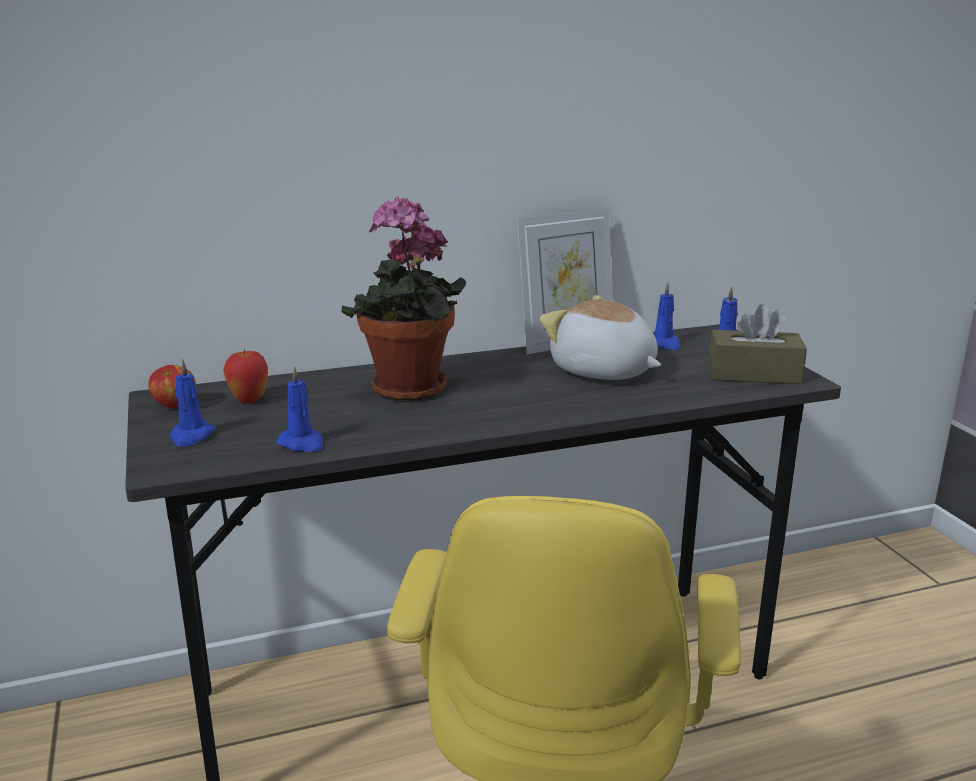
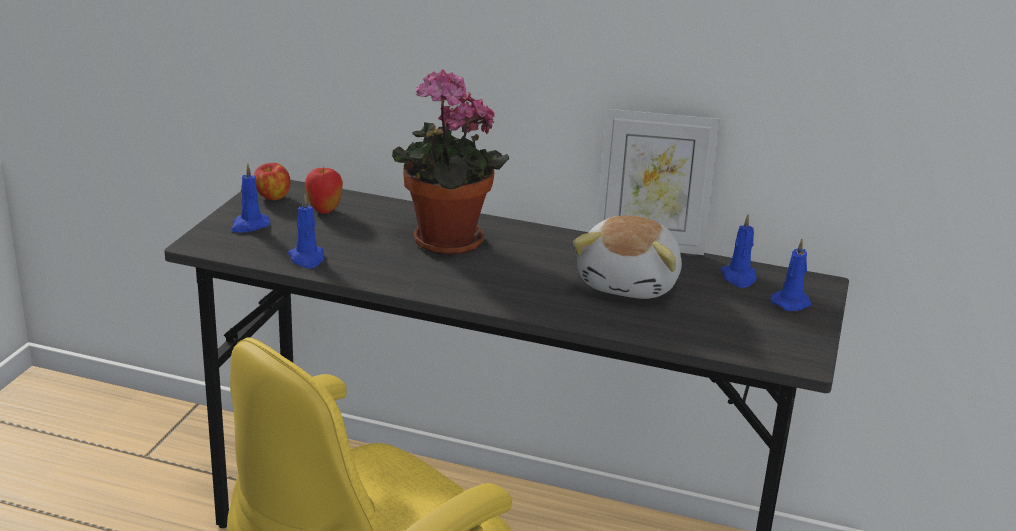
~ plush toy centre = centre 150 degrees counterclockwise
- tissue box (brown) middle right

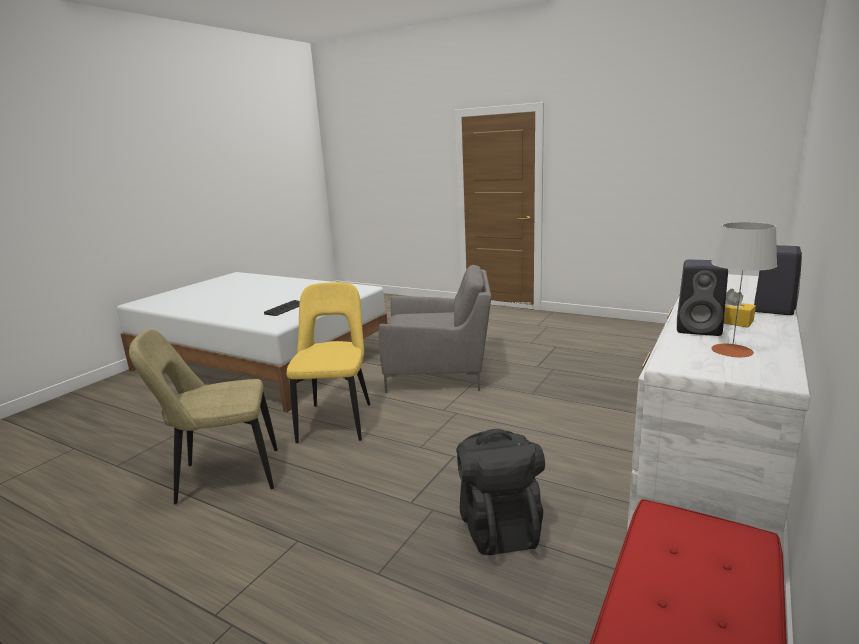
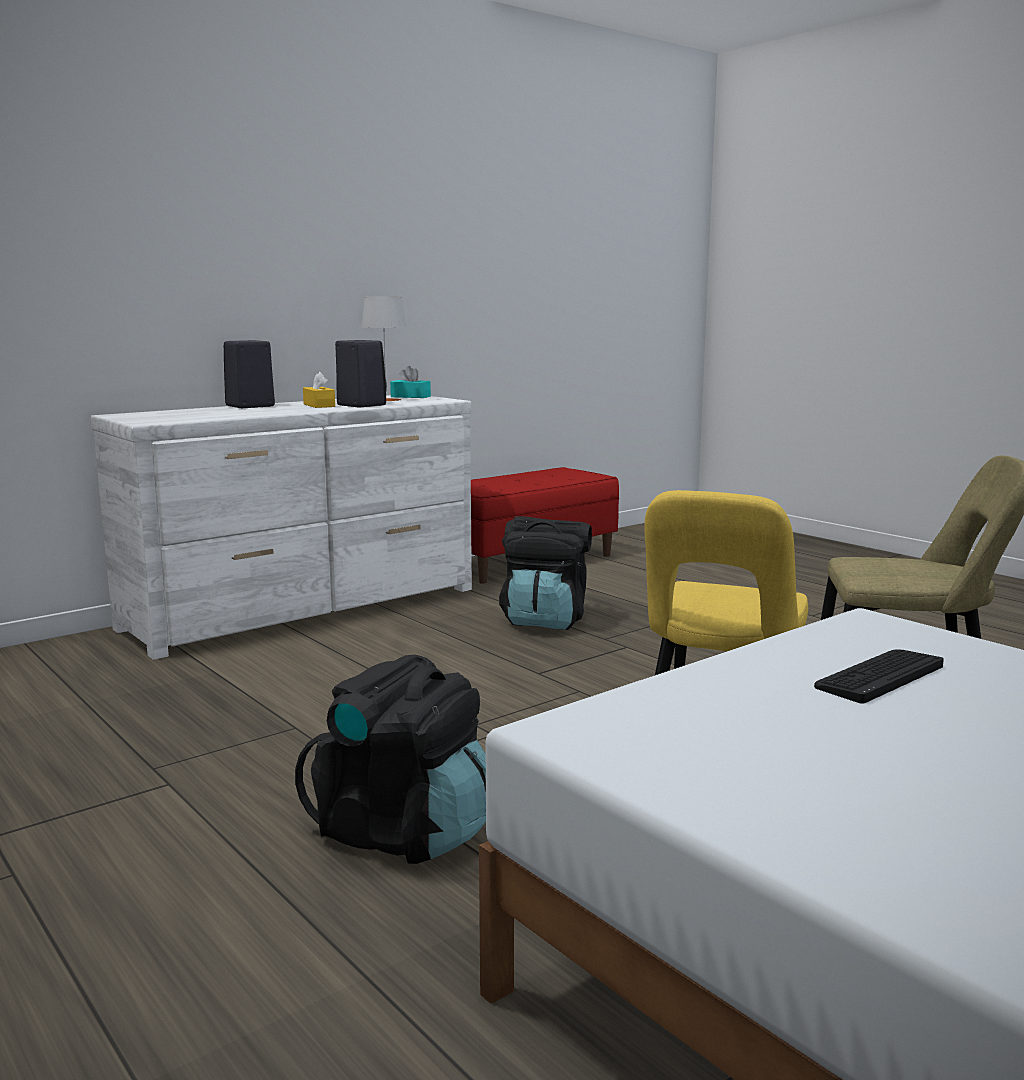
~ armchair (grey) centre to backpack (black) (no. 1 from left) bottom centre
+ tissue box (turquoise) centre

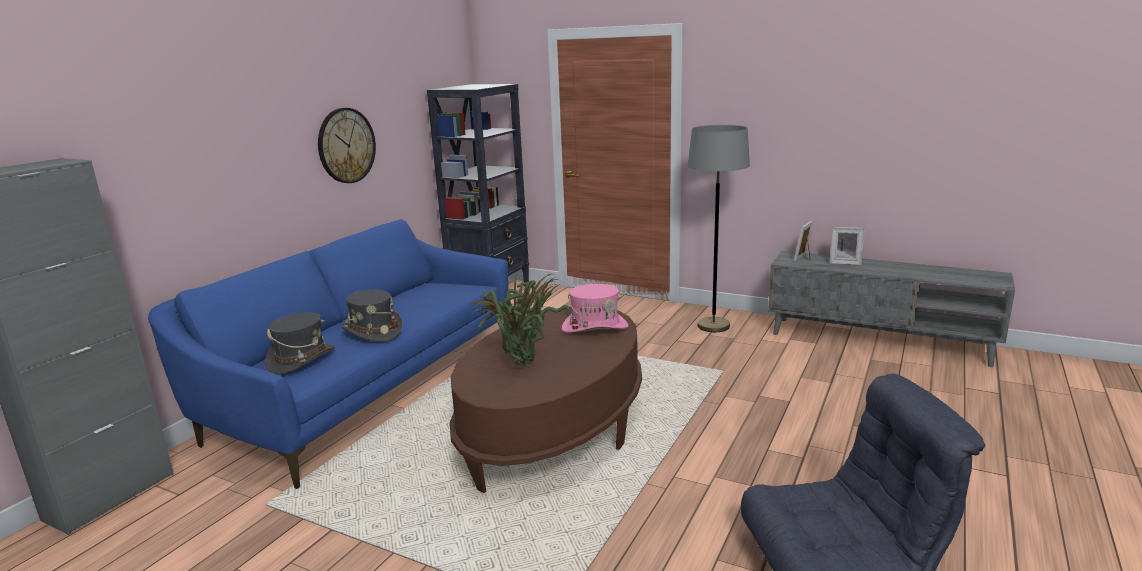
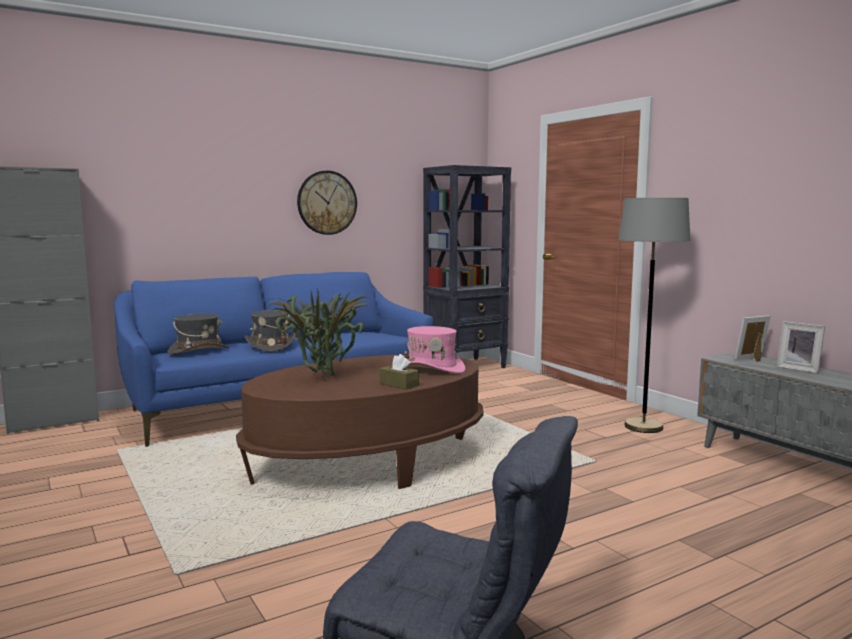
+ tissue box (brown) centre

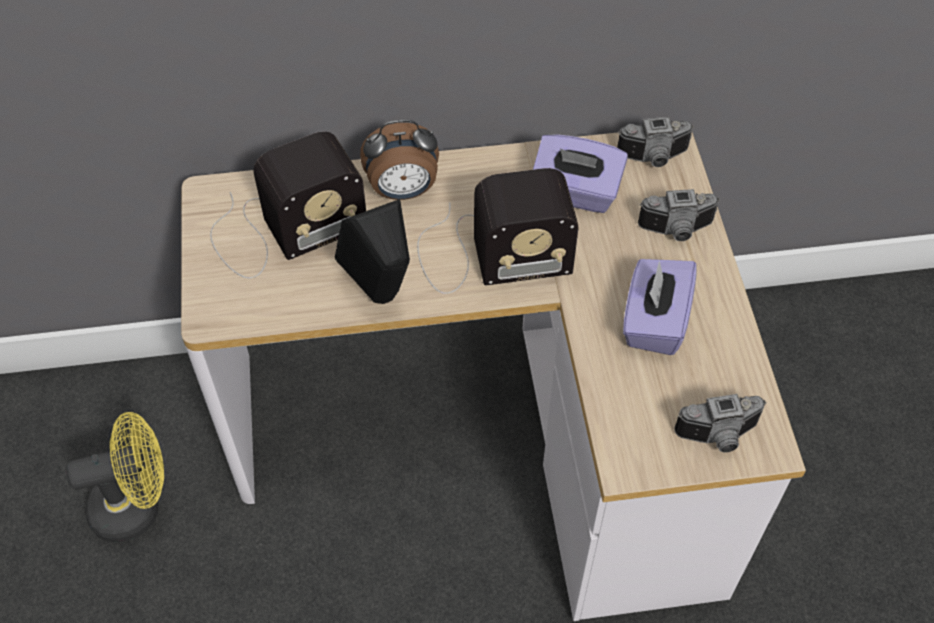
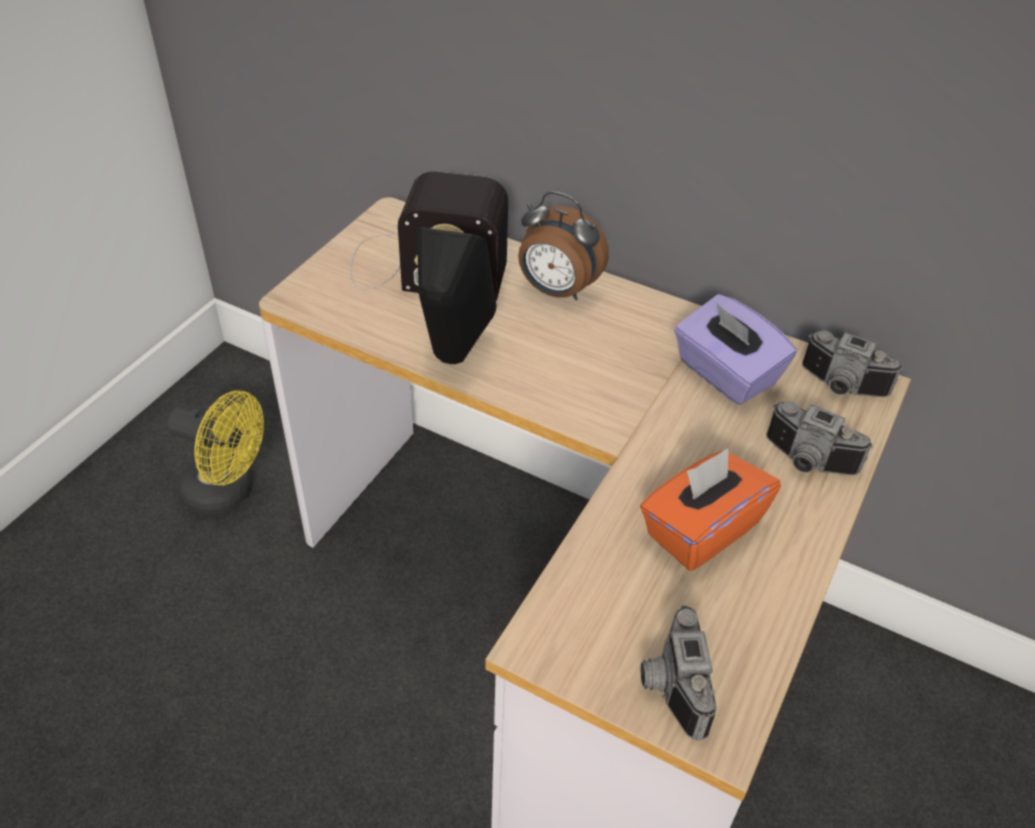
~ tissue box (purple) (no. 2 from left) middle right to tissue box (orange) middle right
~ photo camera (no. 3 from left in the first image) bottom right = bottom centre 60 degrees clockwise
- radio (no. 2 from left) centre

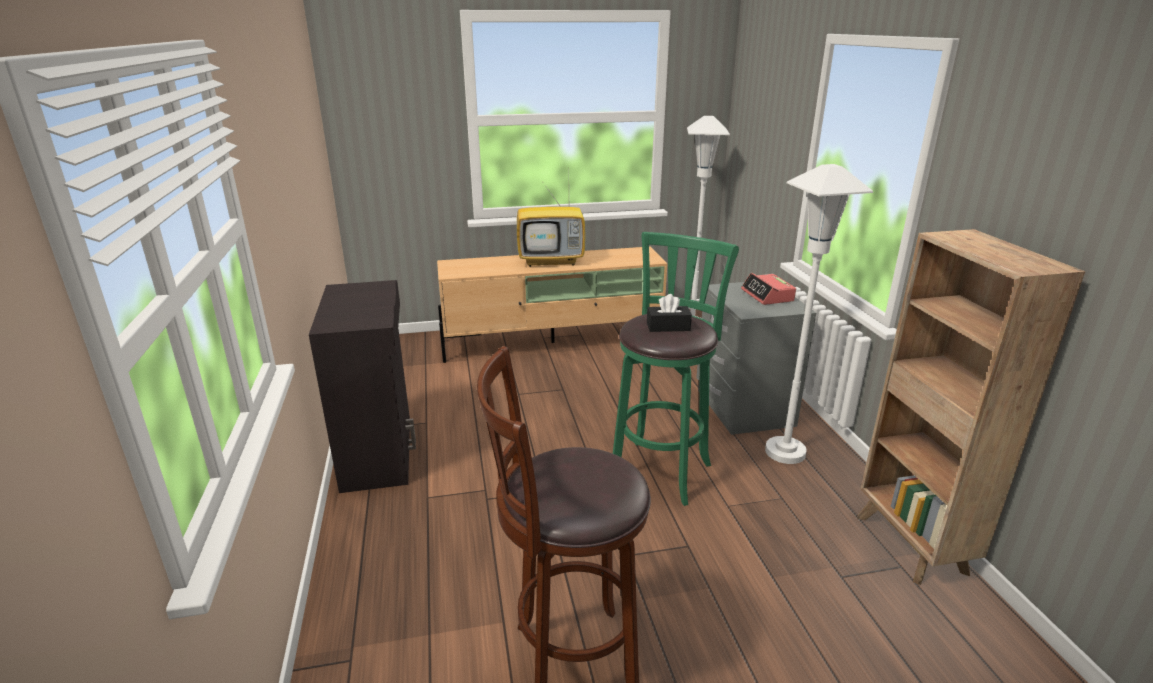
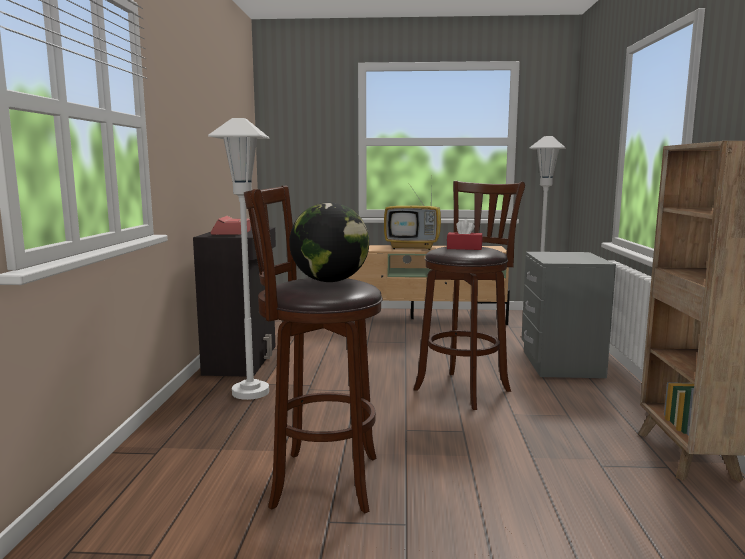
~ floor lamp (white) (no. 2 from left in the first image) middle right to floor lamp (white) (no. 1 from left) middle left
~ alarm clock centre to middle left
+ globe centre
~ stool (green) centre to stool (brown) (no. 2 from left) centre
~ tissue box (black) centre to tissue box (red) centre

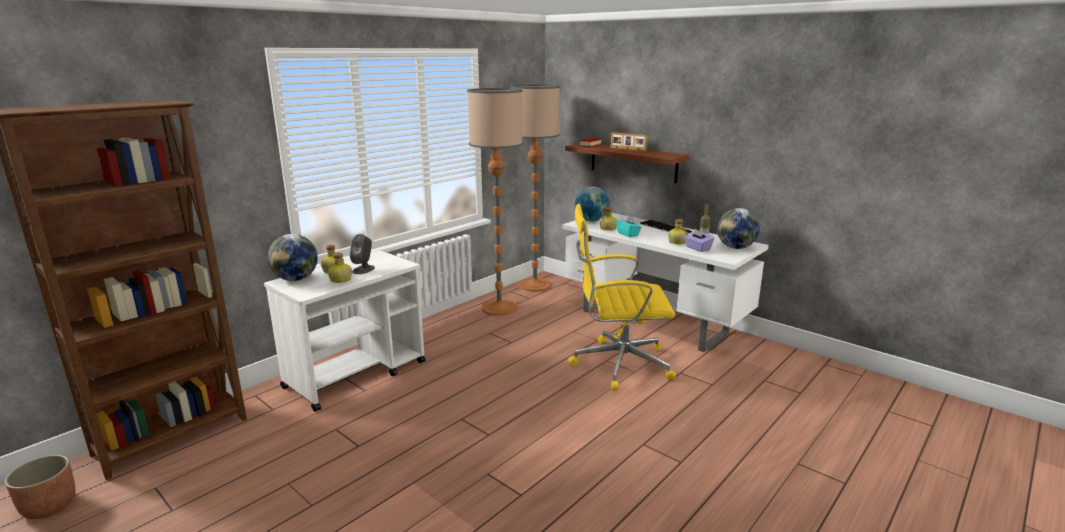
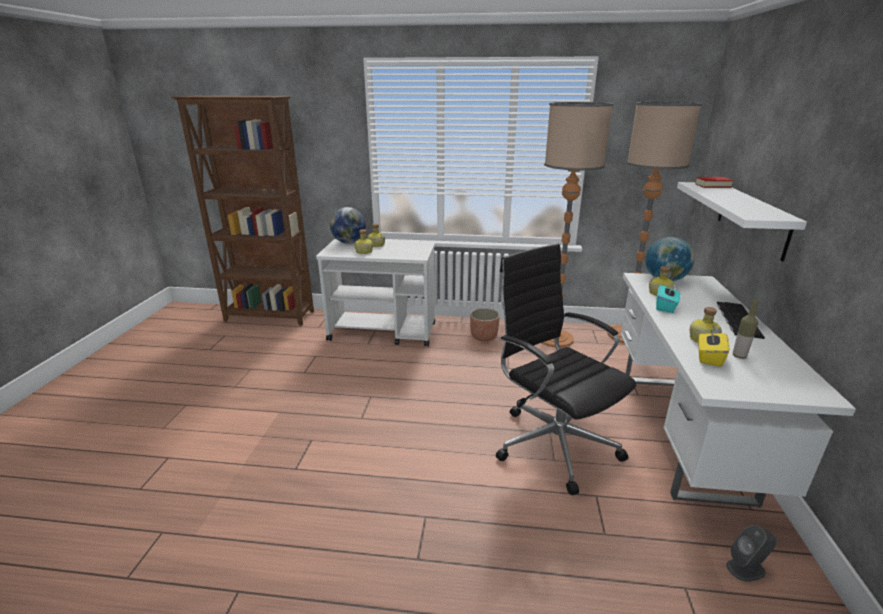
~ planter bottom left to centre
~ office chair (yellow) centre to office chair (black) centre
~ shelf (brown) top centre to shelf (white) middle right
~ tissue box (purple) centre to tissue box (yellow) middle right
~ speaker (grey) centre to bottom right
- picture frame top centre
- globe (no. 3 from left) middle right

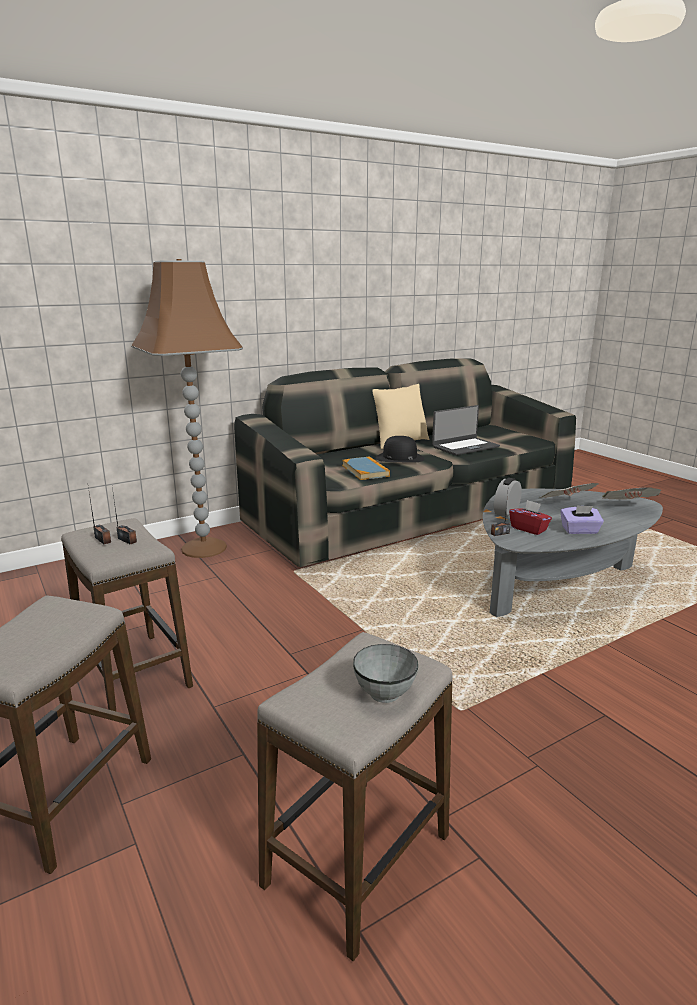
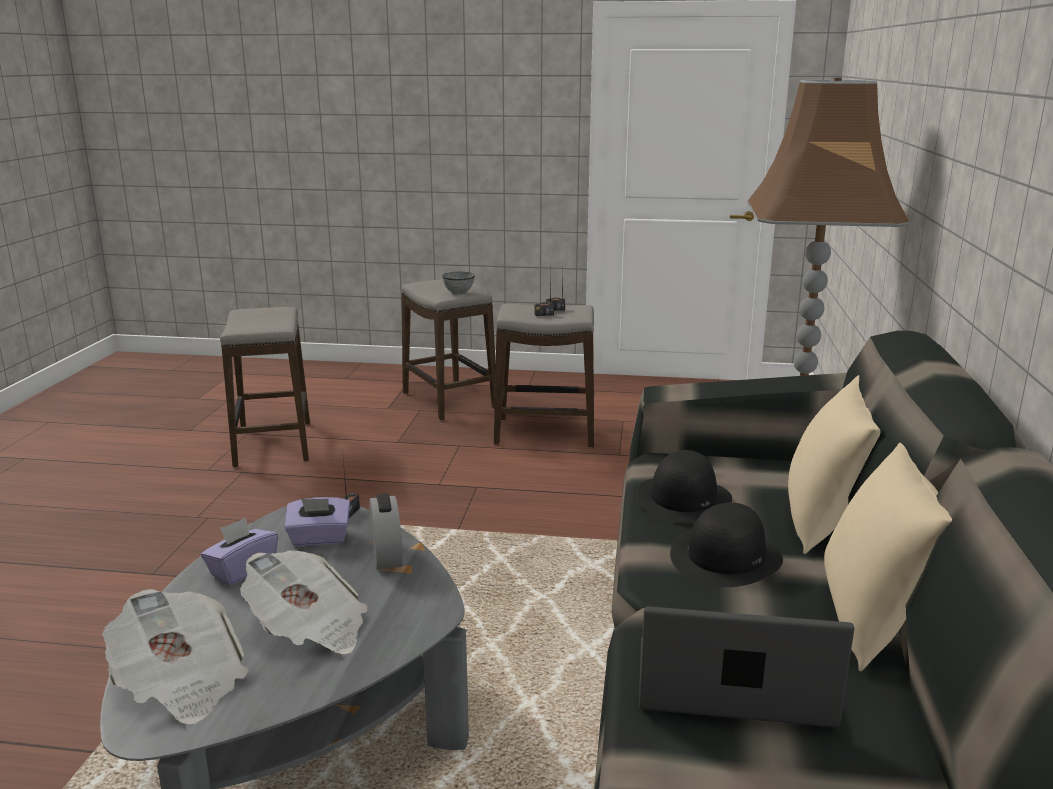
~ tissue box (red) middle right to tissue box (purple) (no. 2 from left) middle left
~ bowl (grey) bottom centre to centre
~ book centre to hat (black) (no. 1 from left) centre
~ laptop middle right = bottom right 90 degrees clockwise
+ pillow (beige) (no. 1 from left) middle right

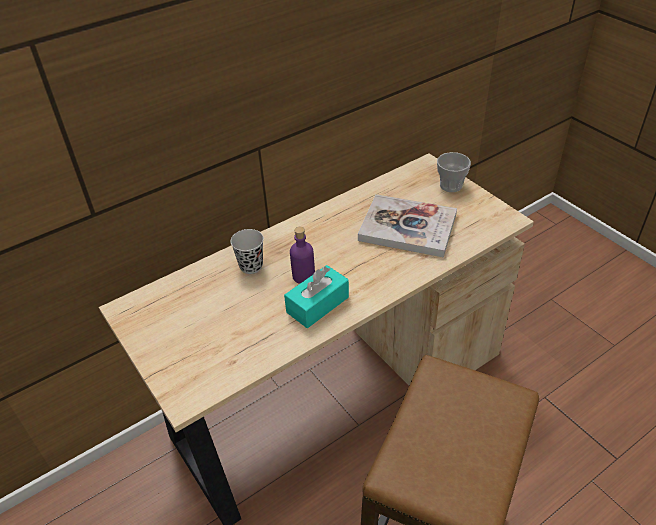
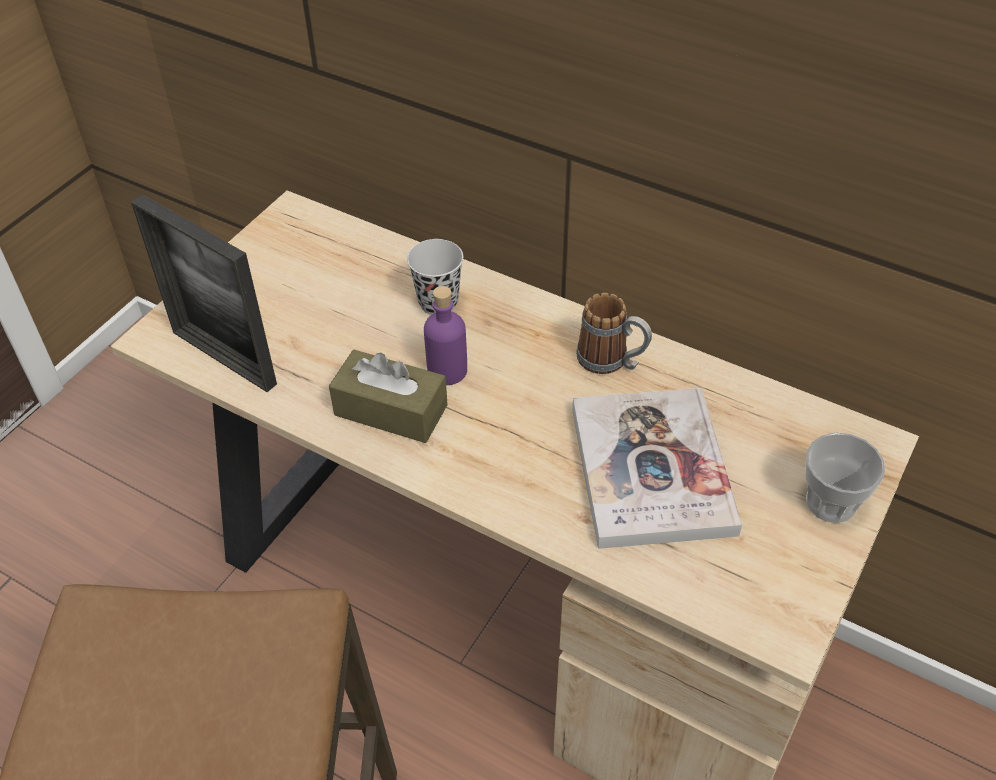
+ picture frame middle left
~ tissue box (turquoise) centre to tissue box (brown) centre
+ mug centre

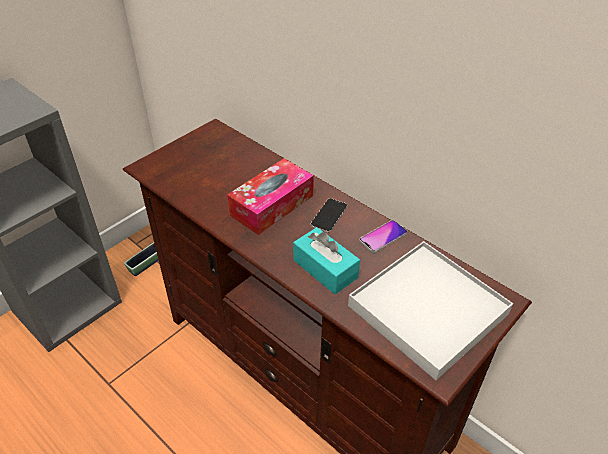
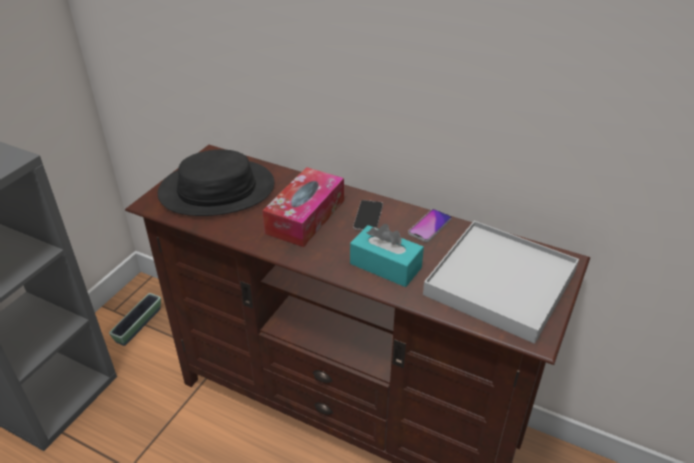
+ hat (black) middle left

